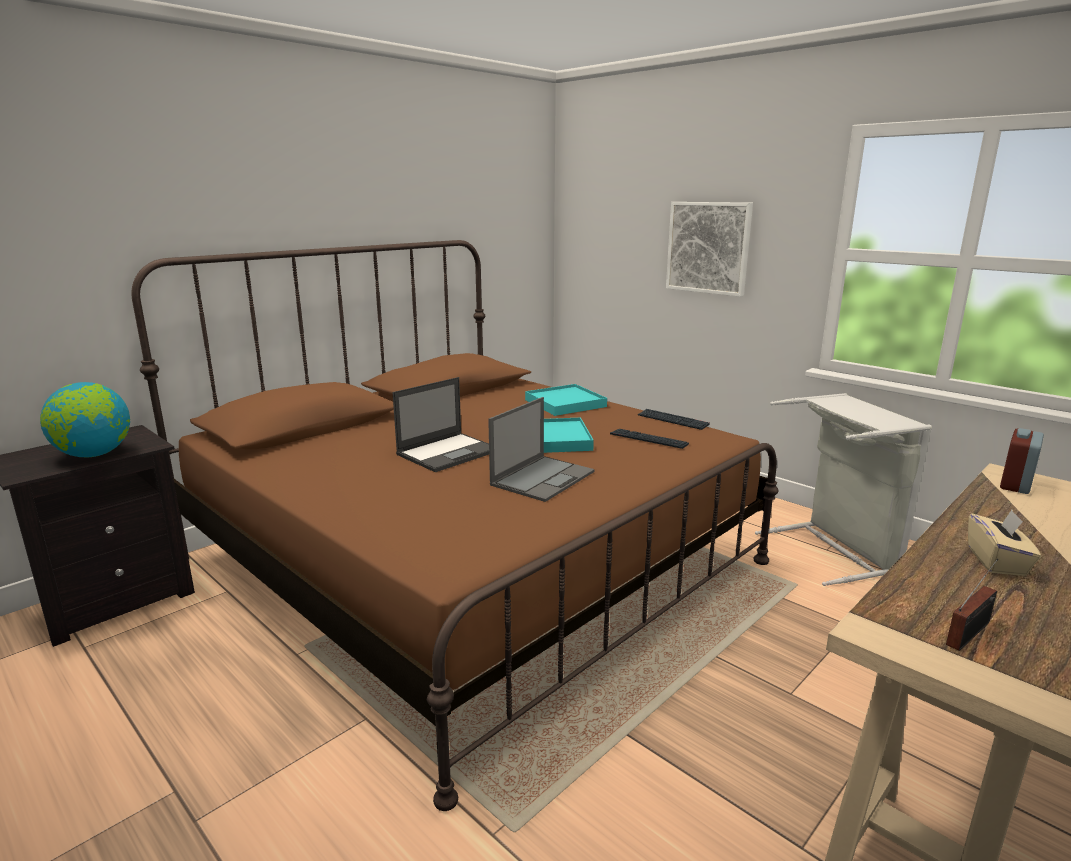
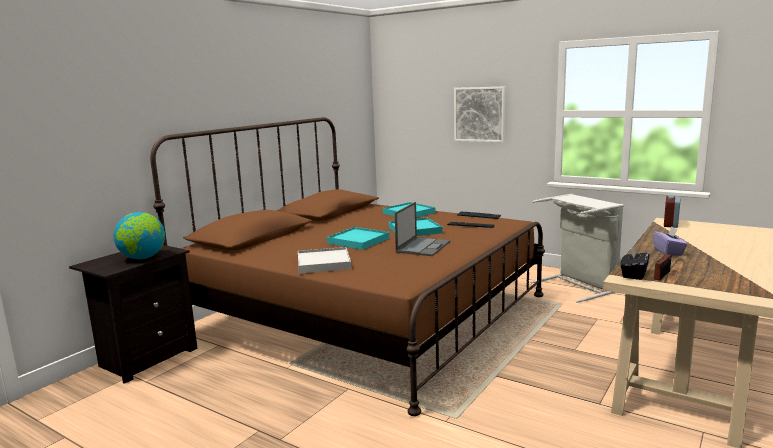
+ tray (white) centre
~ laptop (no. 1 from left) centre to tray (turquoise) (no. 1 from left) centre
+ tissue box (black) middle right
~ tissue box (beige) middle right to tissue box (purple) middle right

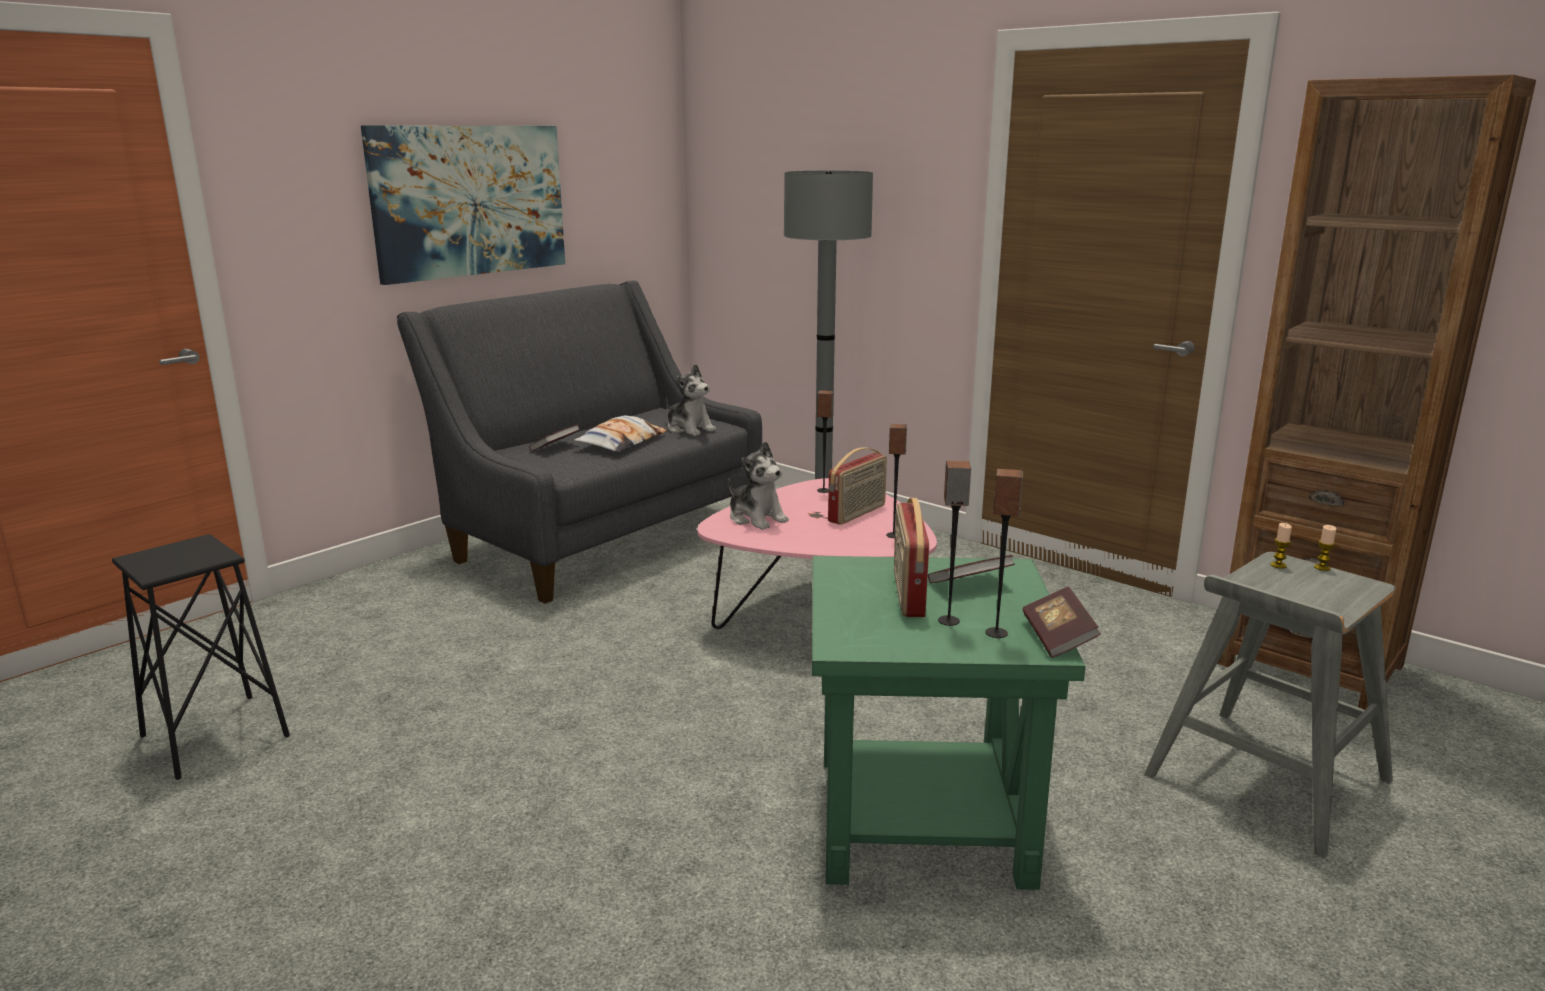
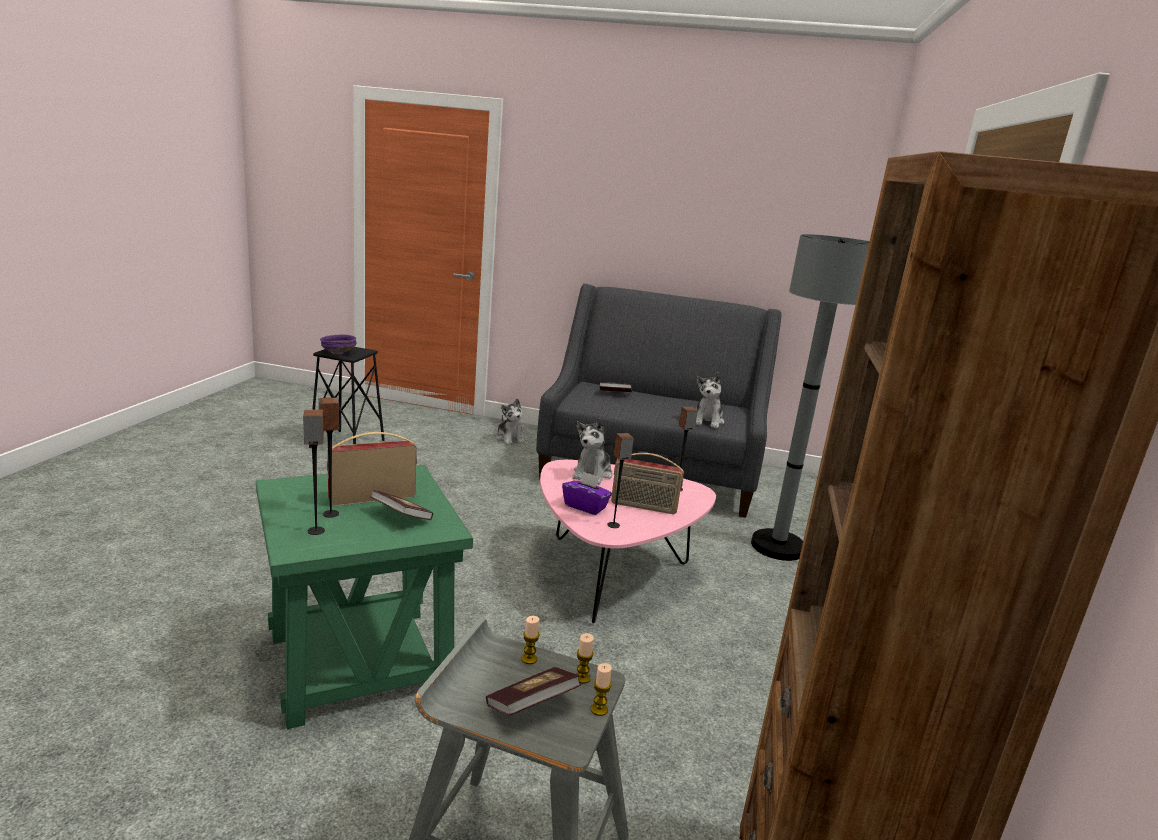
+ bowl (purple) middle left
~ book (no. 3 from left in the first image) middle right to book (no. 2 from left) bottom centre
+ plush toy (no. 1 from left) centre
+ candle (no. 1 from left) bottom centre
+ tissue box (purple) centre
- picture top left
- pillow centre

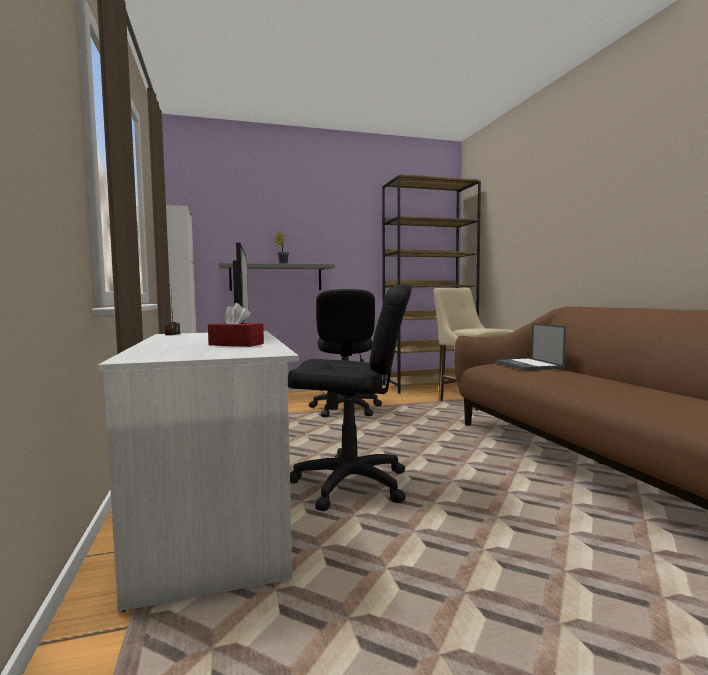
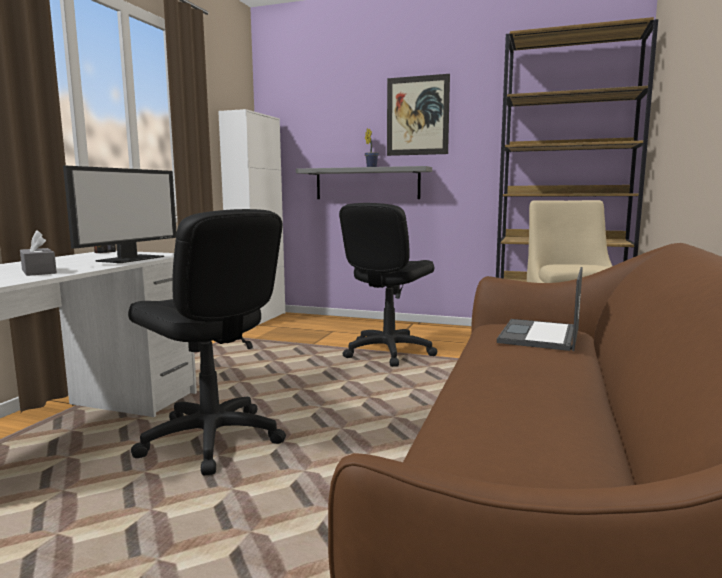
~ tissue box (red) centre to tissue box (grey) middle left
+ picture top centre

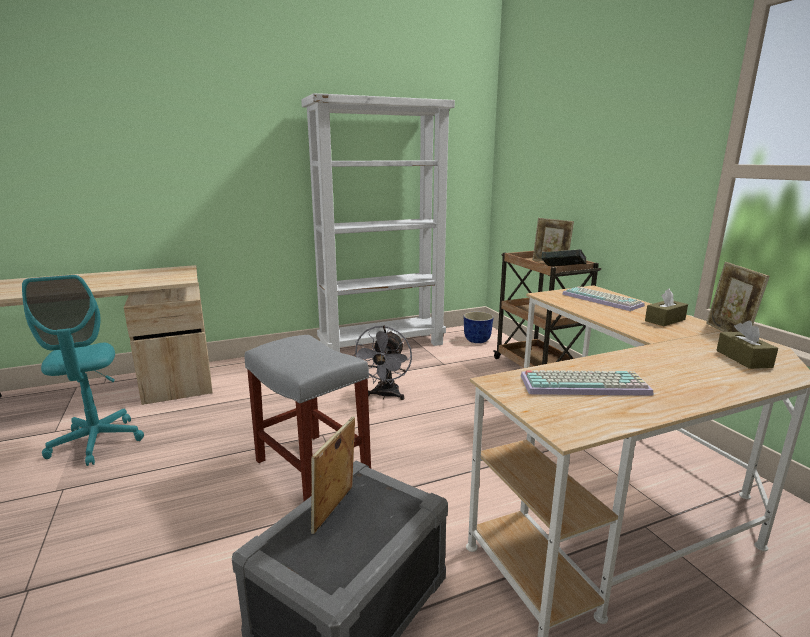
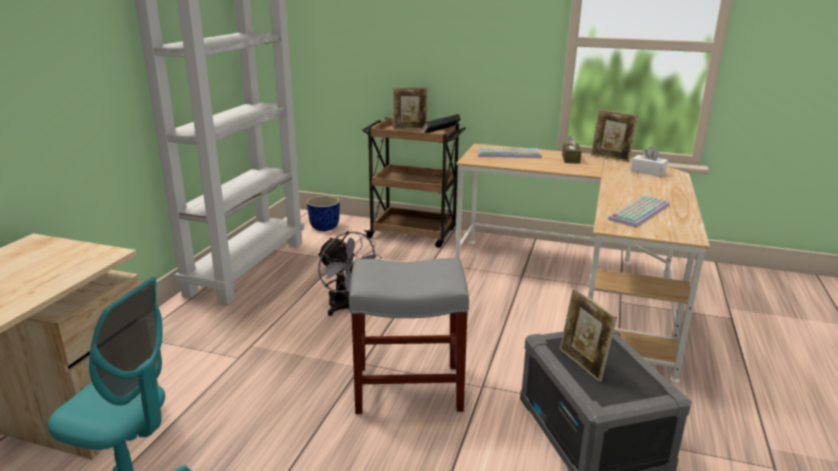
~ tissue box (brown) (no. 2 from left) middle right to tissue box (white) middle right

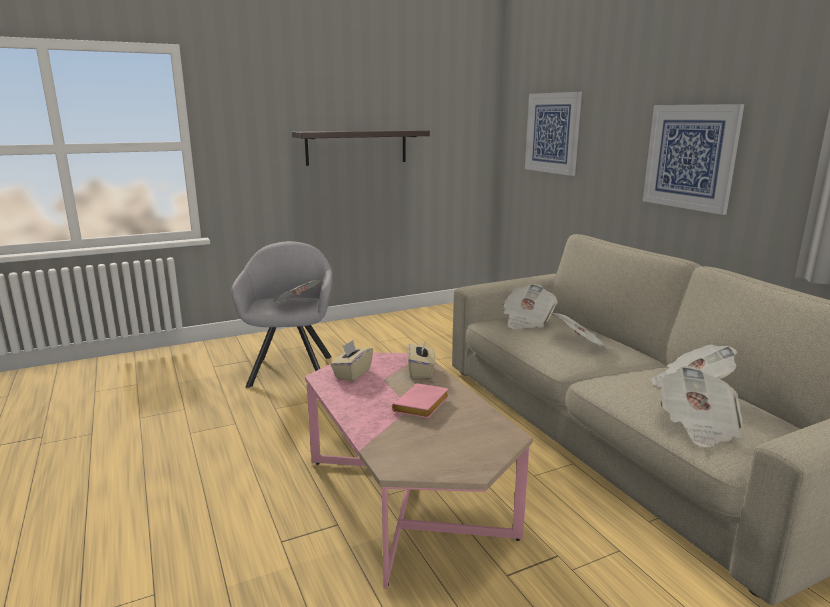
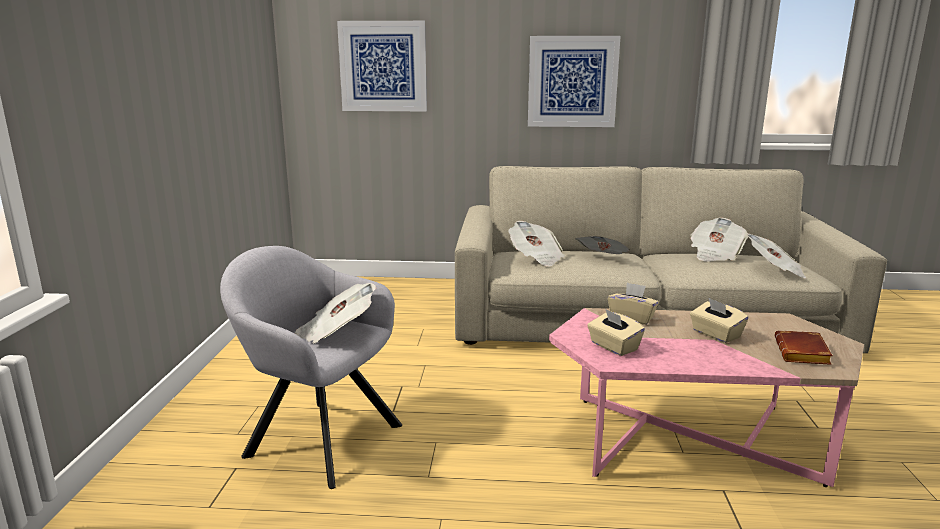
~ book (pink) centre to tissue box (beige) (no. 3 from left) middle right
+ book (brown) middle right
- shelf top centre

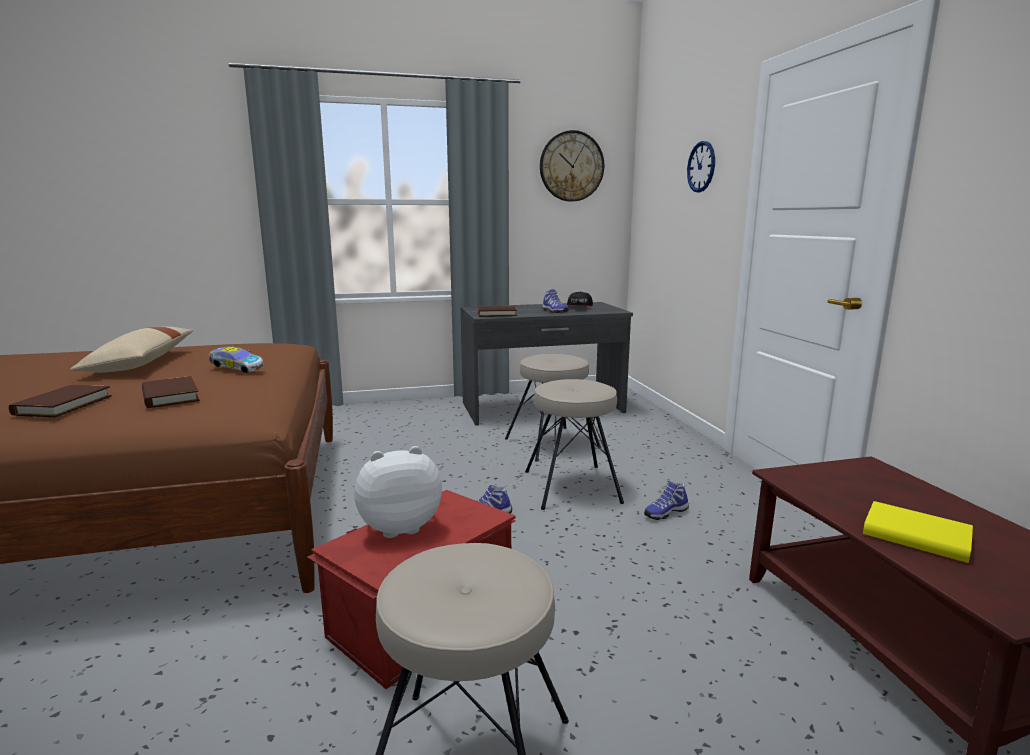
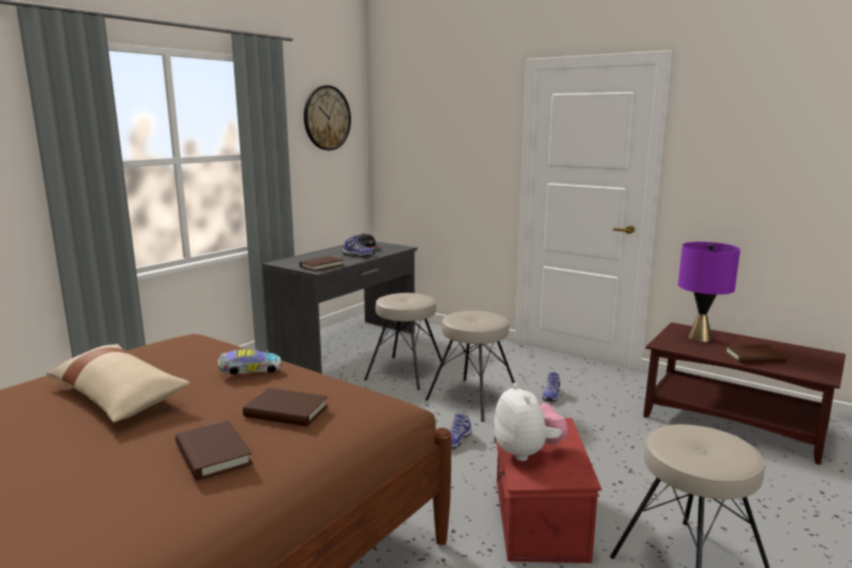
~ plush toy centre = bottom centre 135 degrees clockwise
+ table lamp (purple) middle right
~ book (yellow) bottom right to book (brown) (no. 4 from left) middle right
- wall clock (no. 2 from left) top right

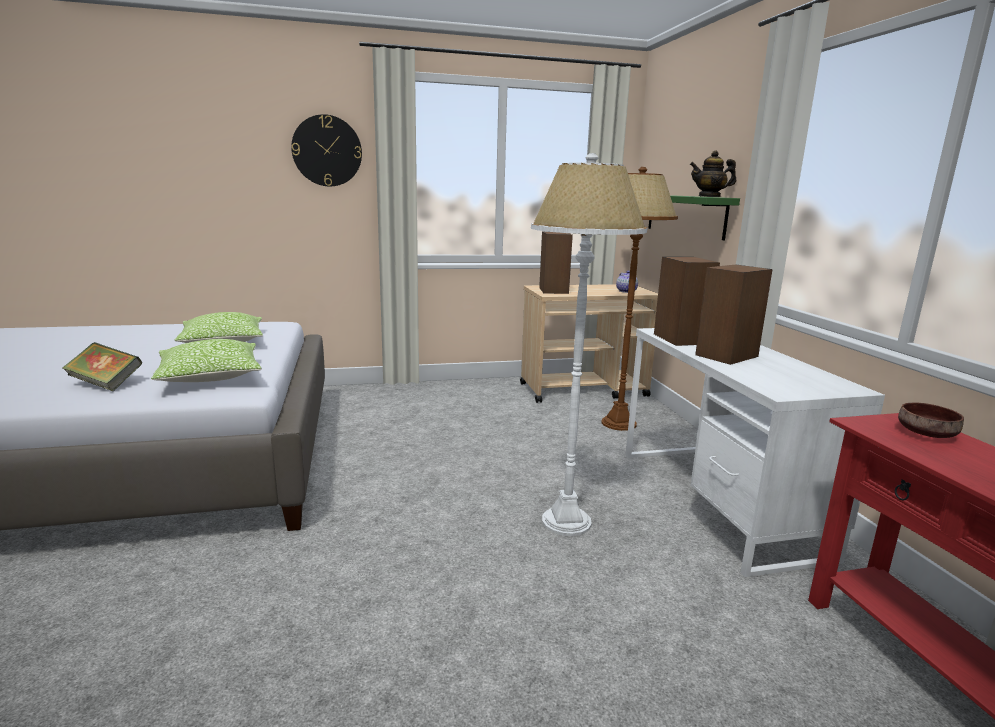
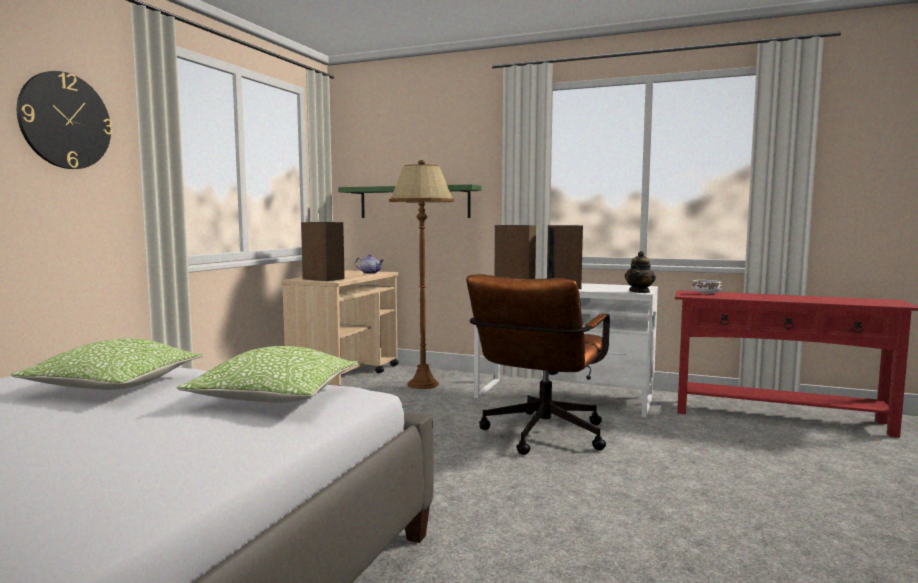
~ floor lamp (white) centre to office chair (brown) centre
~ teapot (no. 2 from left) top right to middle right
~ bowl (brown) middle right to bowl (white) middle right
- book middle left

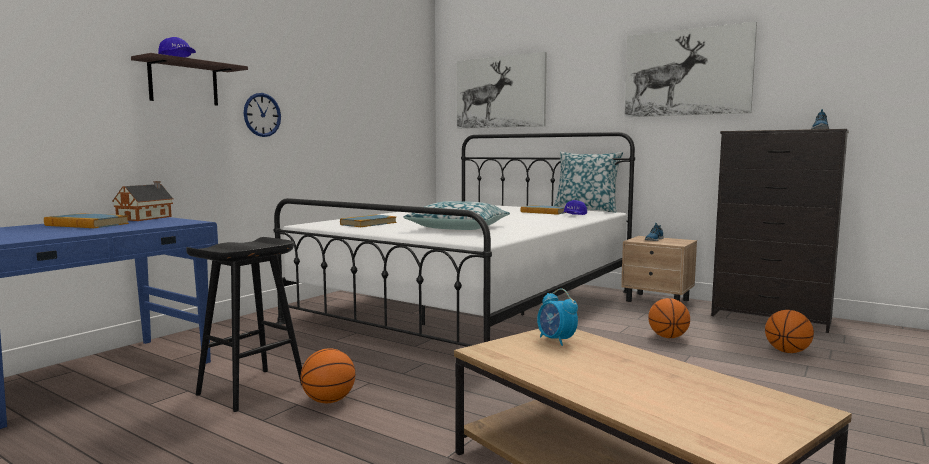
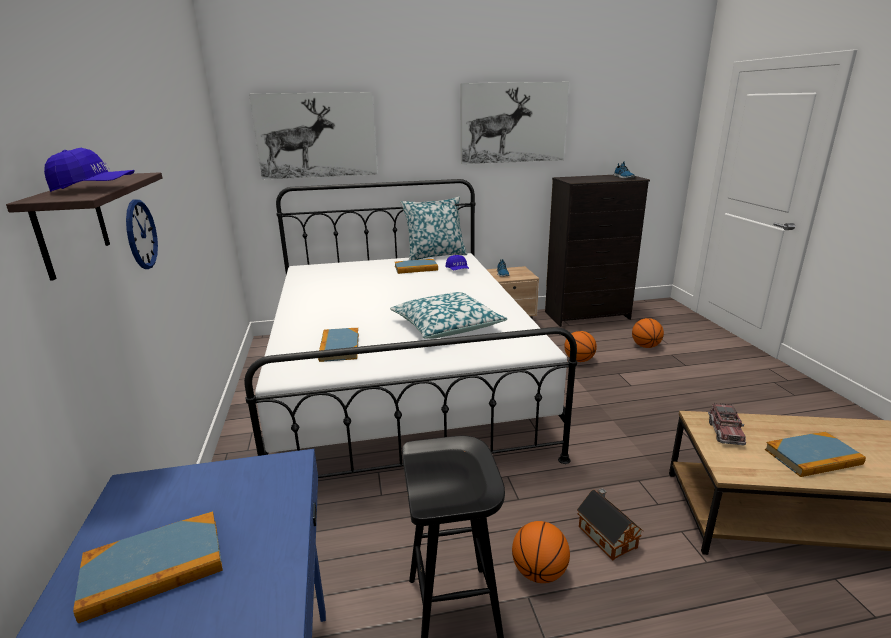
~ toy house middle left to bottom right
~ alarm clock bottom centre to toy truck middle right
+ book (no. 4 from left) bottom right

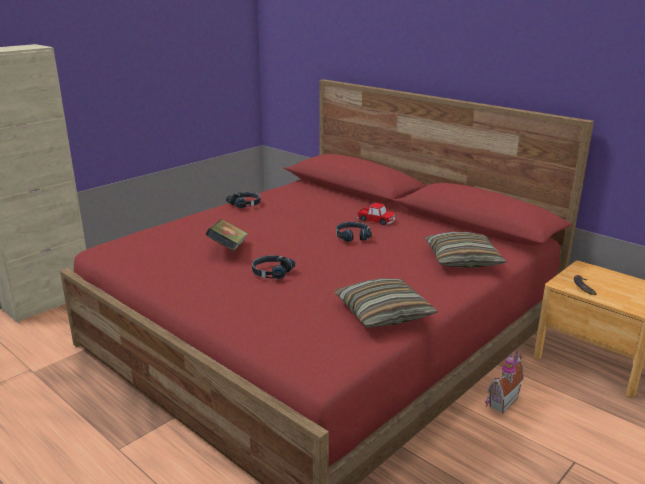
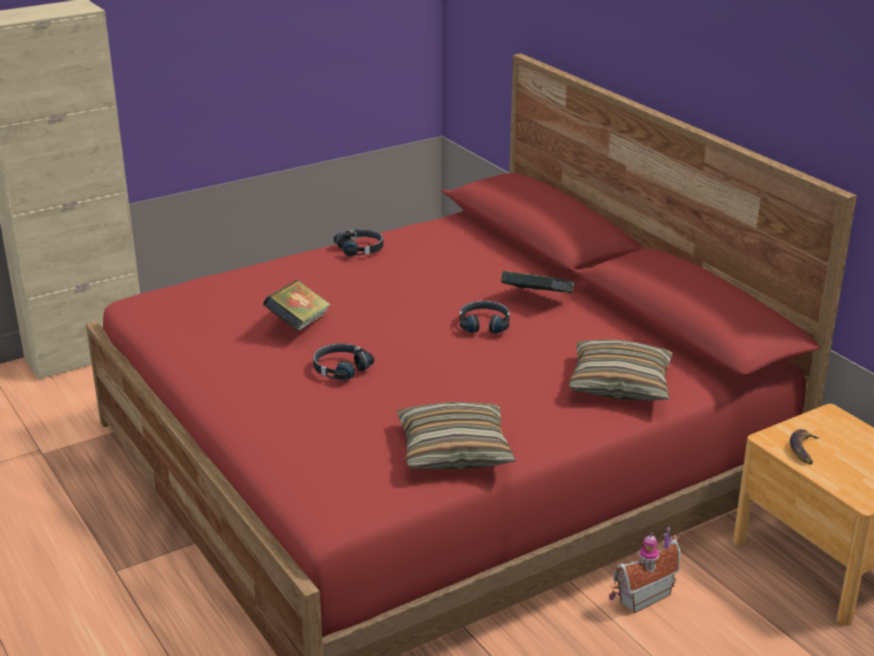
~ toy car centre to book (no. 2 from left) centre

